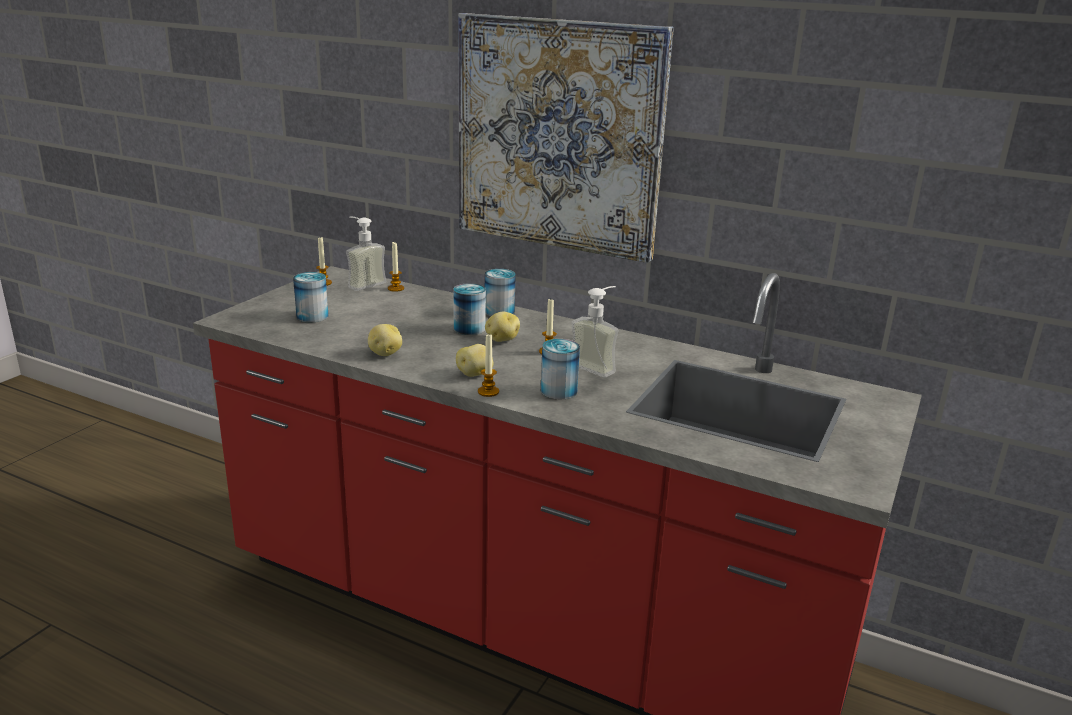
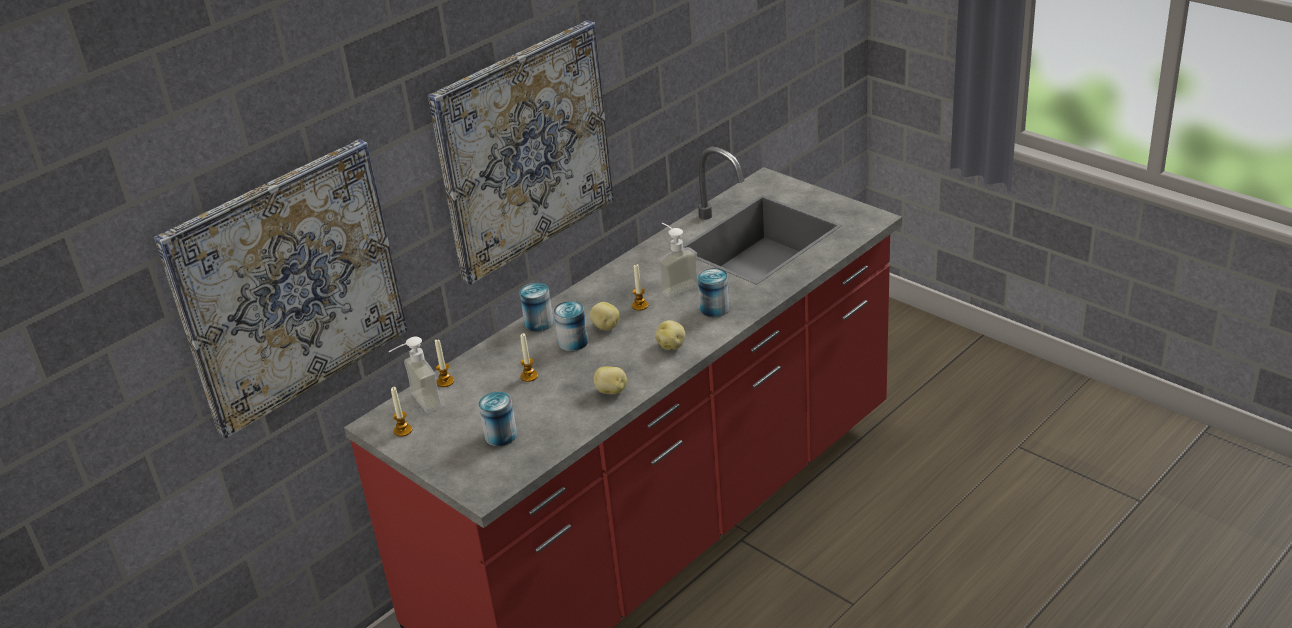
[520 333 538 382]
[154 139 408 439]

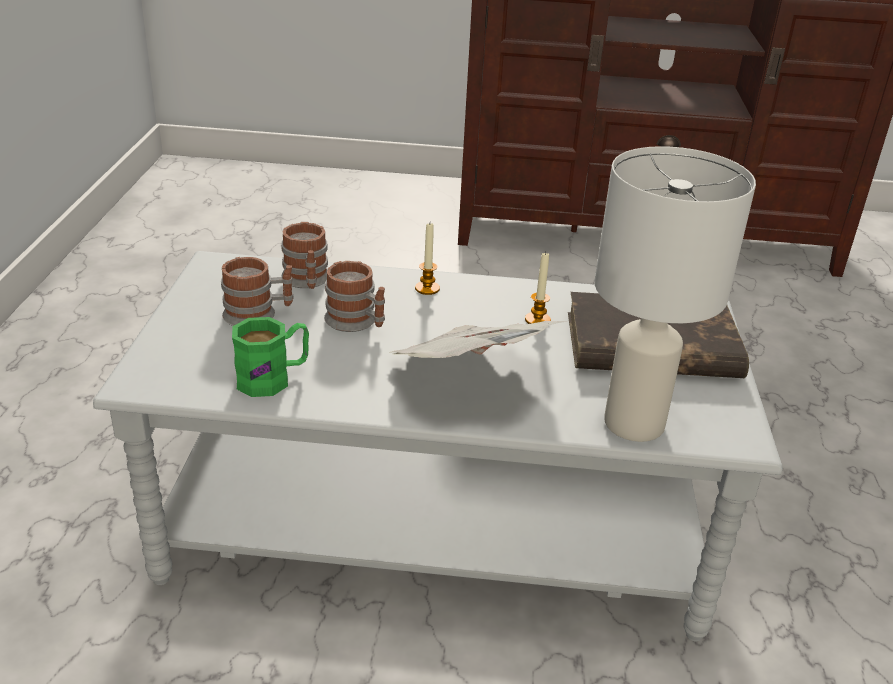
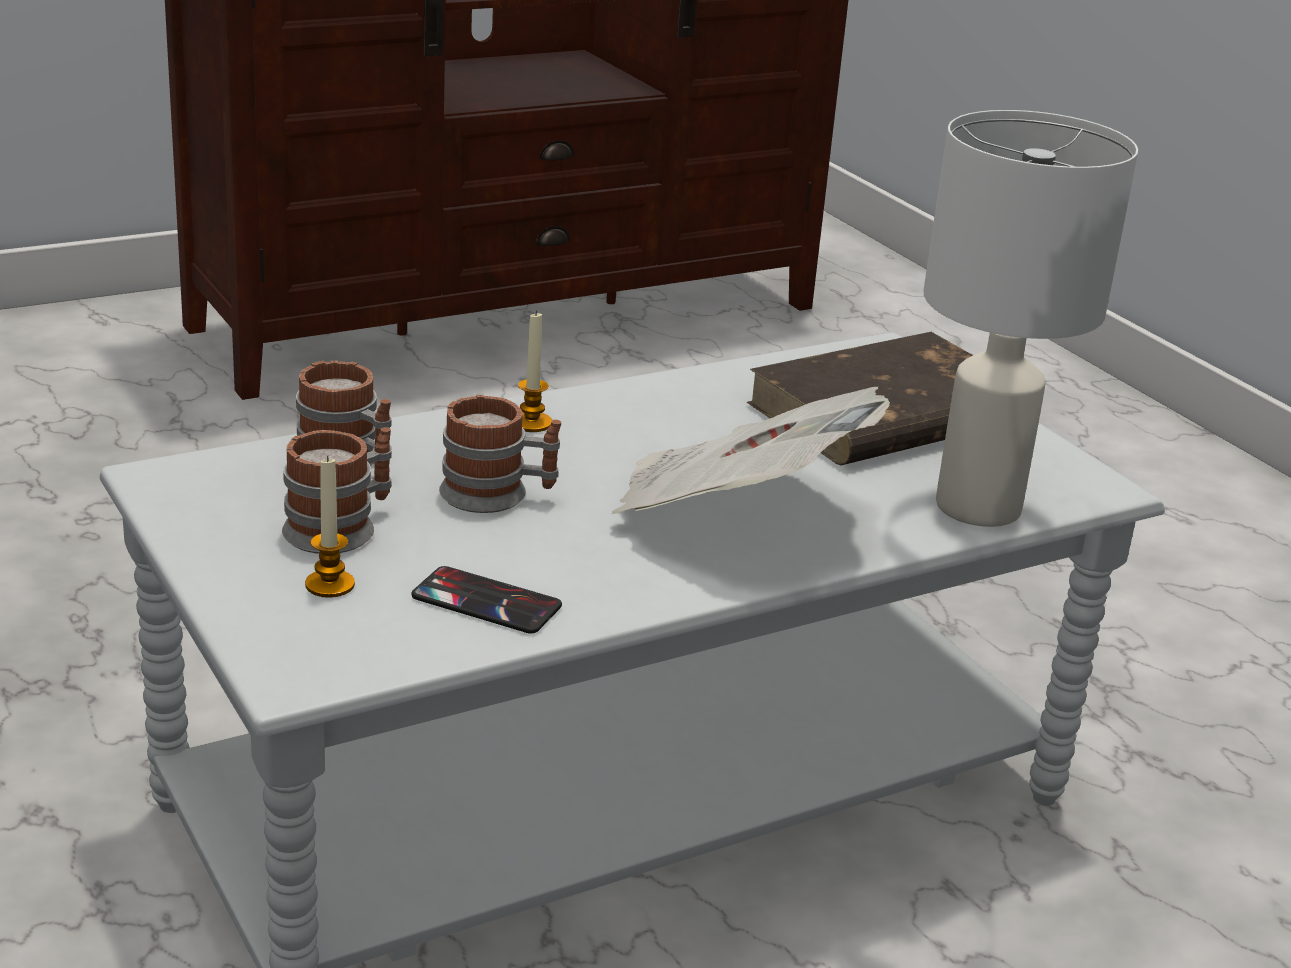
[305 456 355 598]
[411 566 562 634]

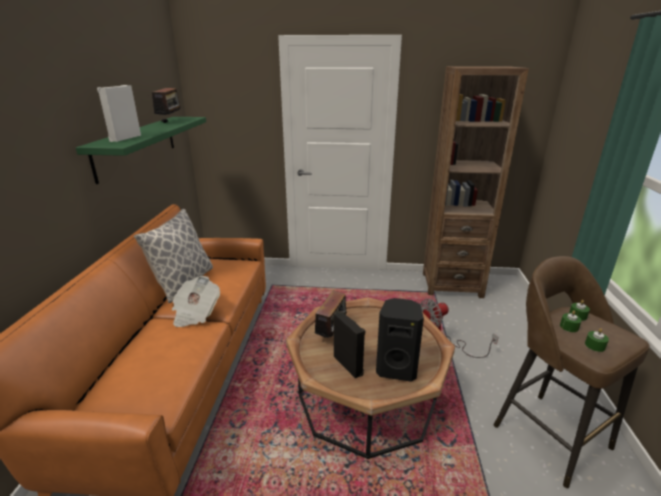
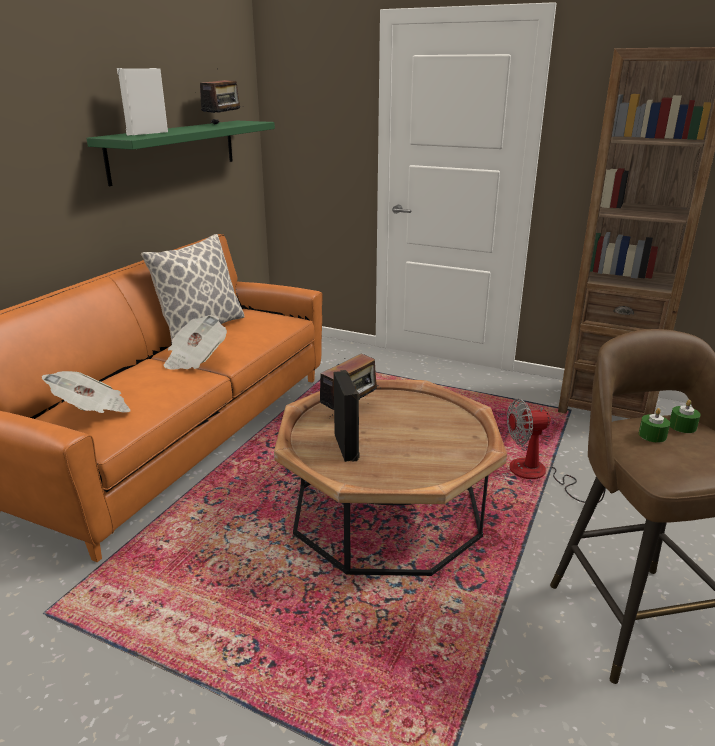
[376 298 424 382] (first image)
[585 328 609 352] (first image)
[42 371 131 413]

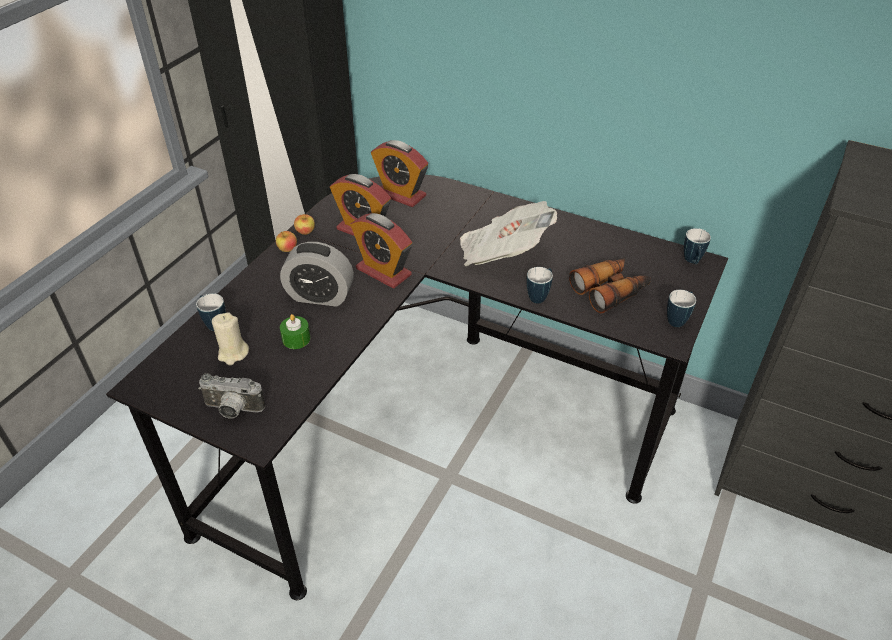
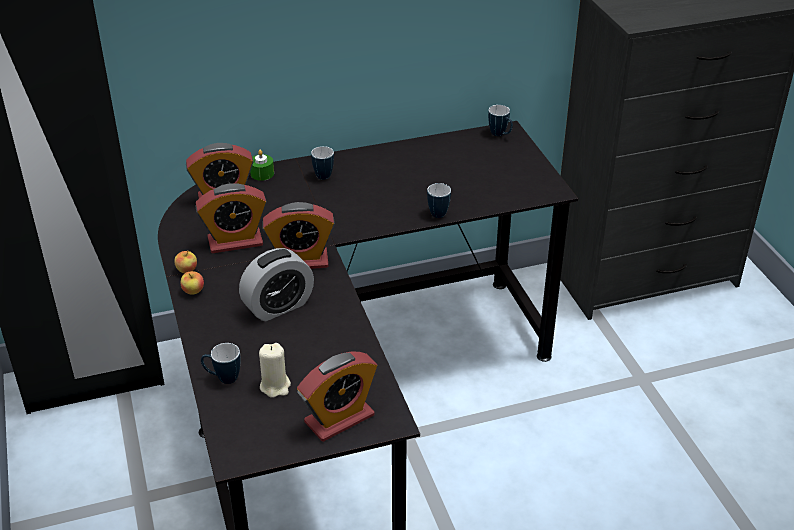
[460 201 557 266] (first image)
[569 257 651 313] (first image)
[311 146 334 180]
[250 150 274 181]
[297 351 377 442]

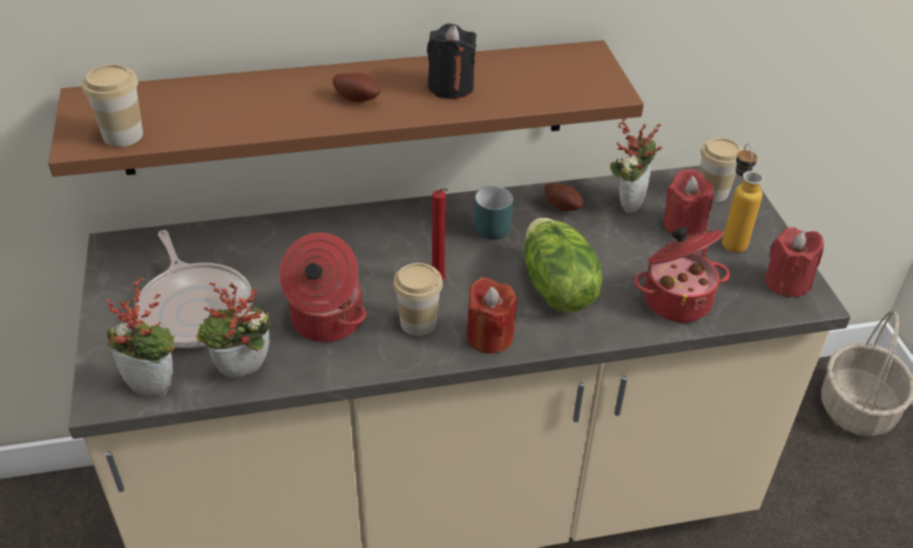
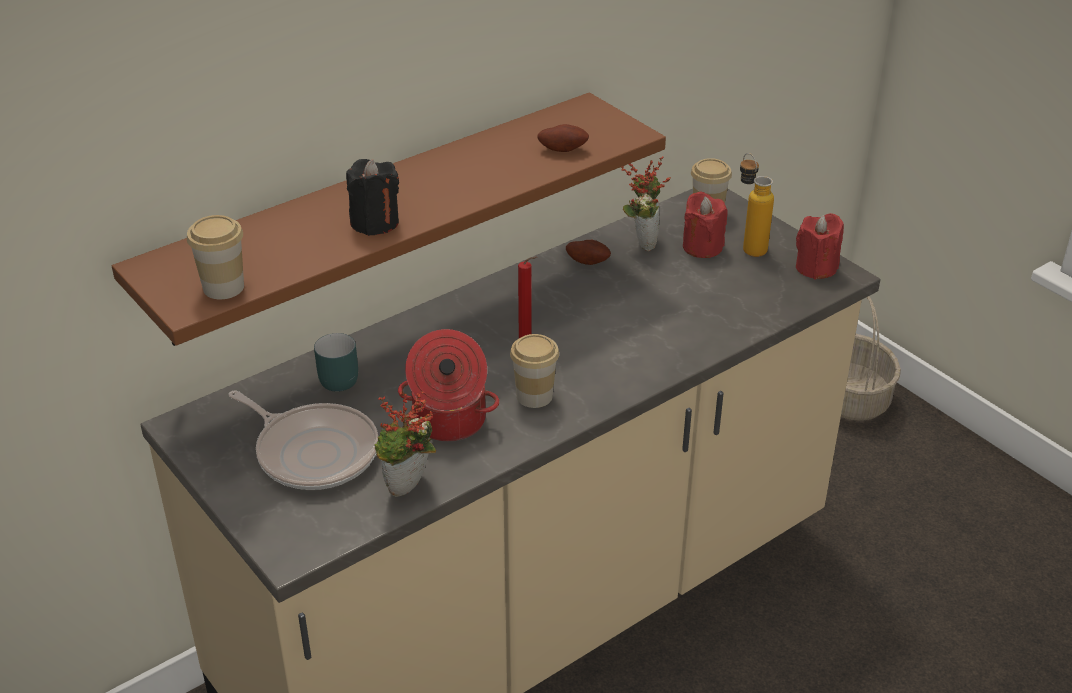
[346 159 399 236]
[538 124 589 152]
[314 333 358 392]
[525 218 603 312] (first image)
[634 227 730 323] (first image)
[467 277 517 354] (first image)
[106 278 176 397] (first image)

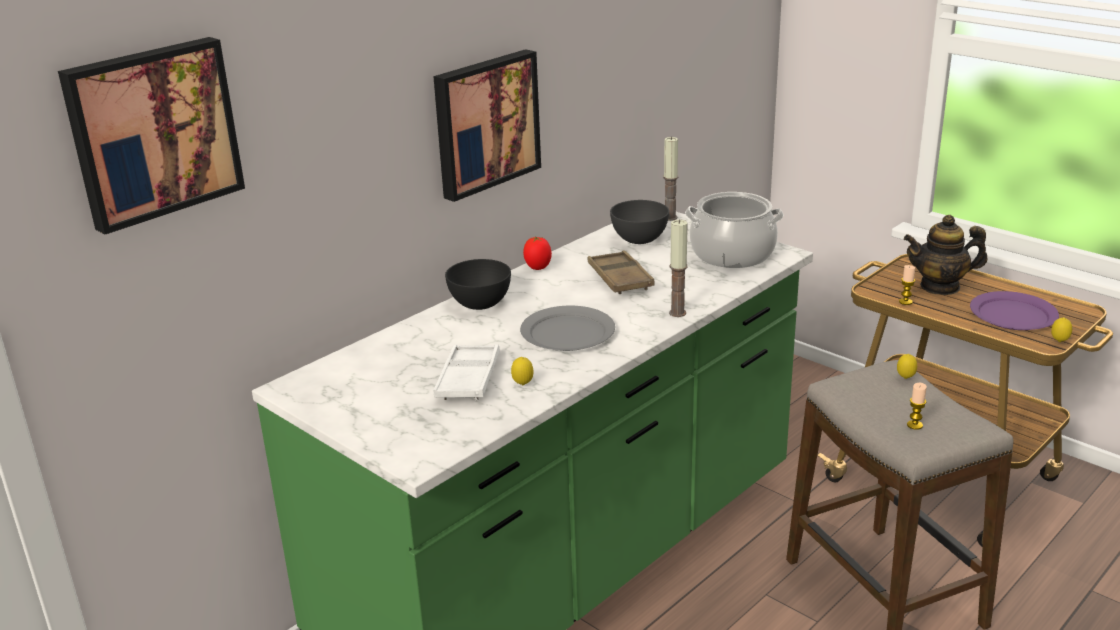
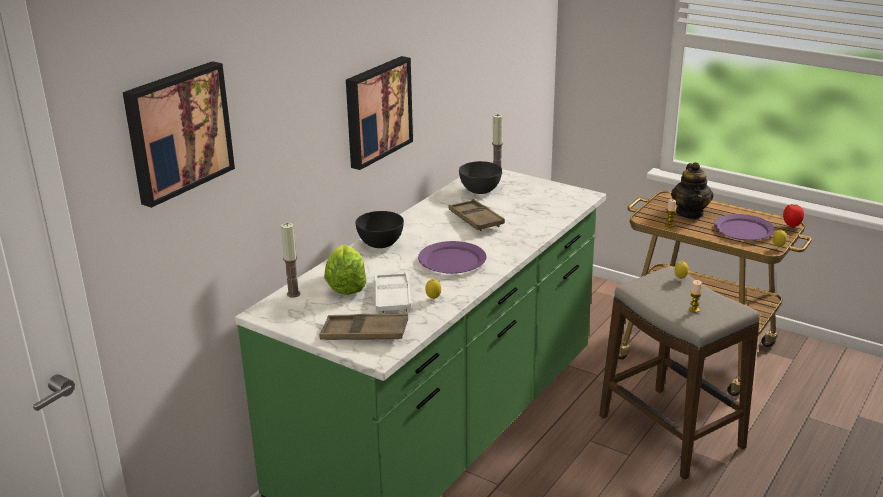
[685 192 784 268] (first image)
[671 162 714 219]
[281 223 300 298]
[783 204 804 227]
[418 241 486 274]
[324 245 366 295]
[319 313 408 340]

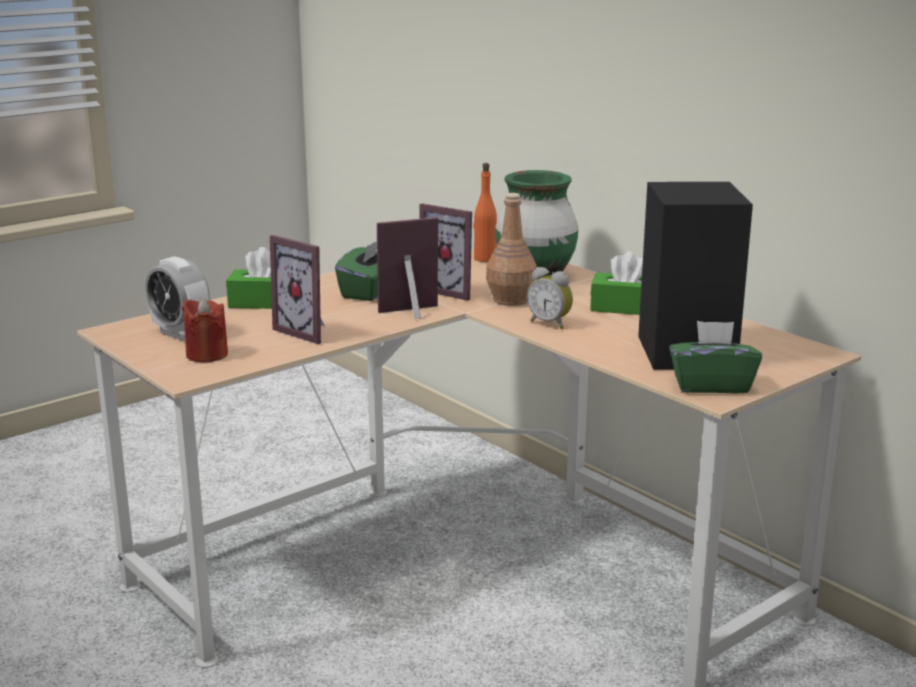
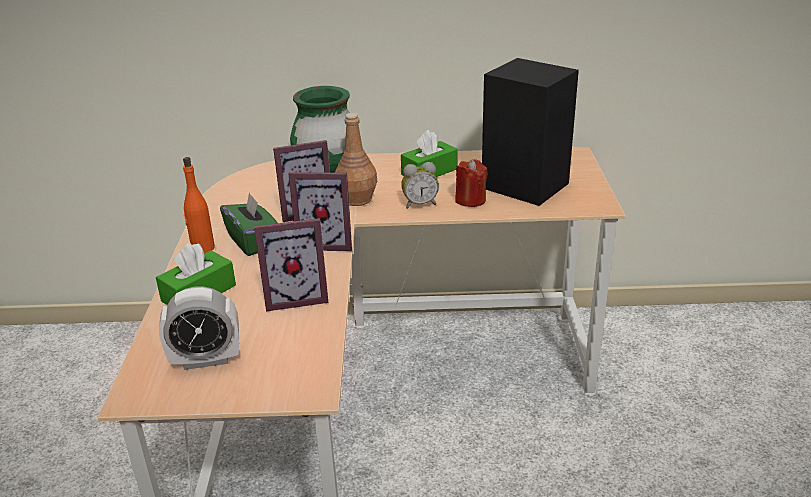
[183 157 215 253]
[289 172 352 251]
[455 159 488 207]
[669 321 762 393] (first image)

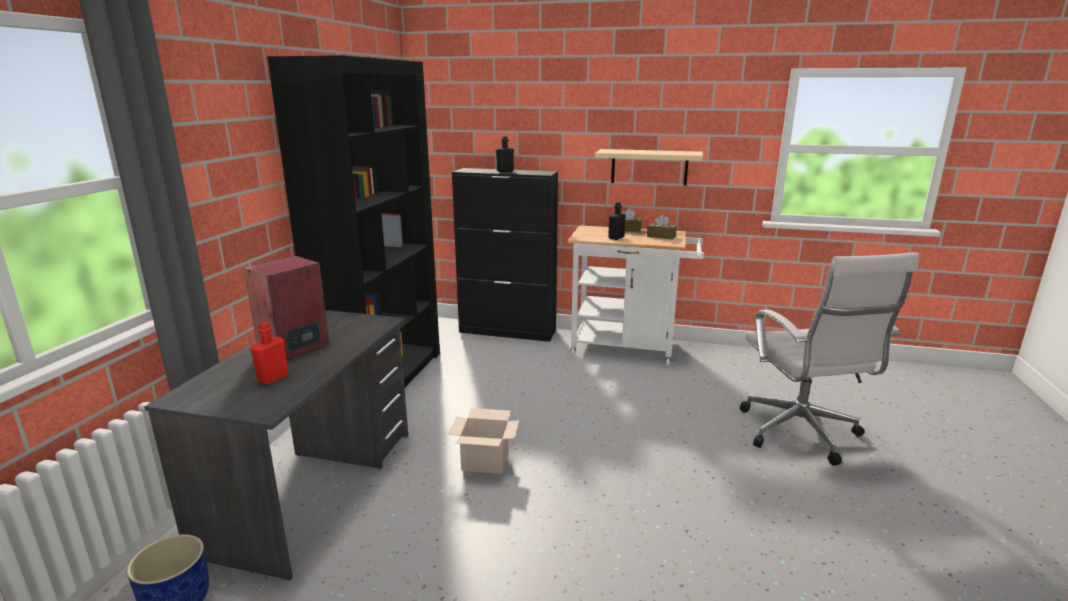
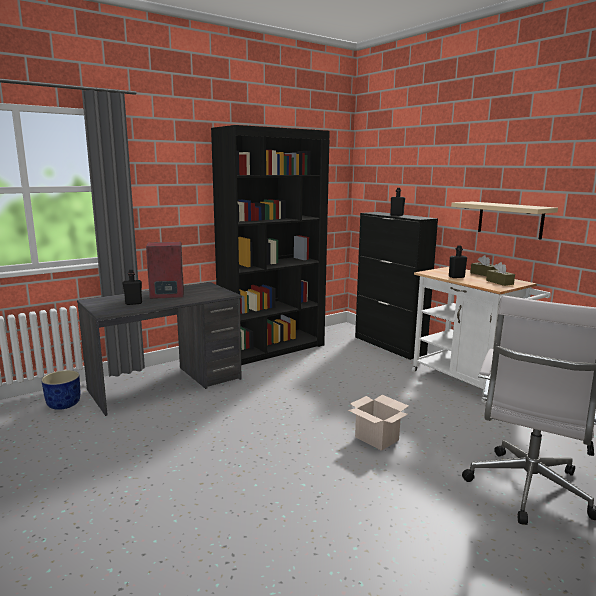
[123 270 142 305]
[348 395 408 451]

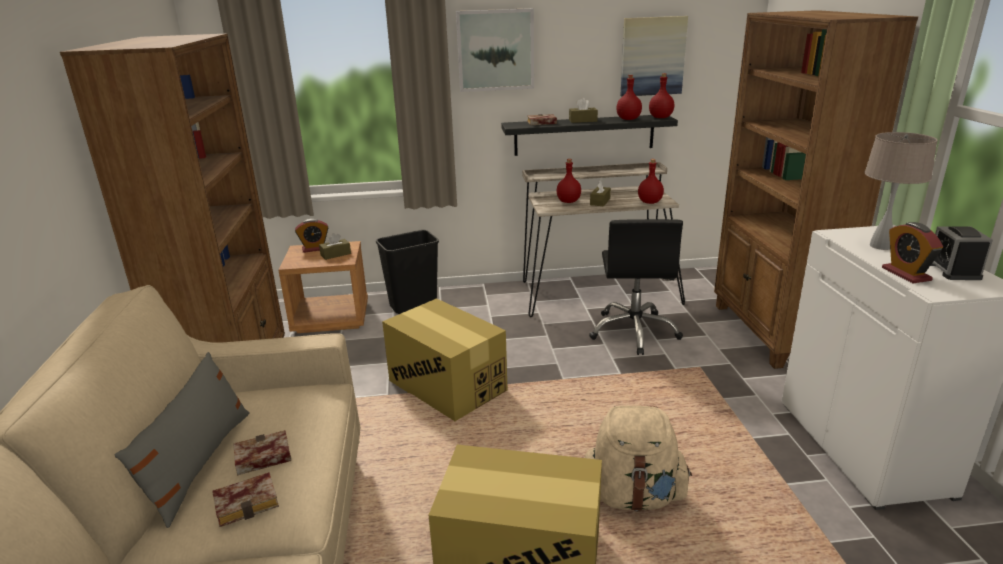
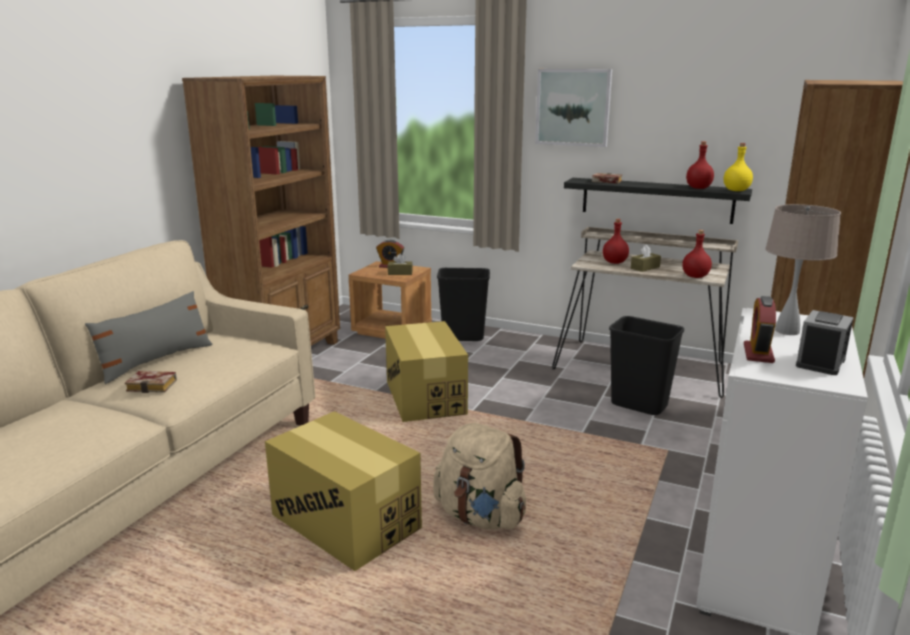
[620 16 688 97] (first image)
[724 143 753 191]
[569 98 598 123] (first image)
[609 316 684 415]
[233 430 291 475] (first image)

